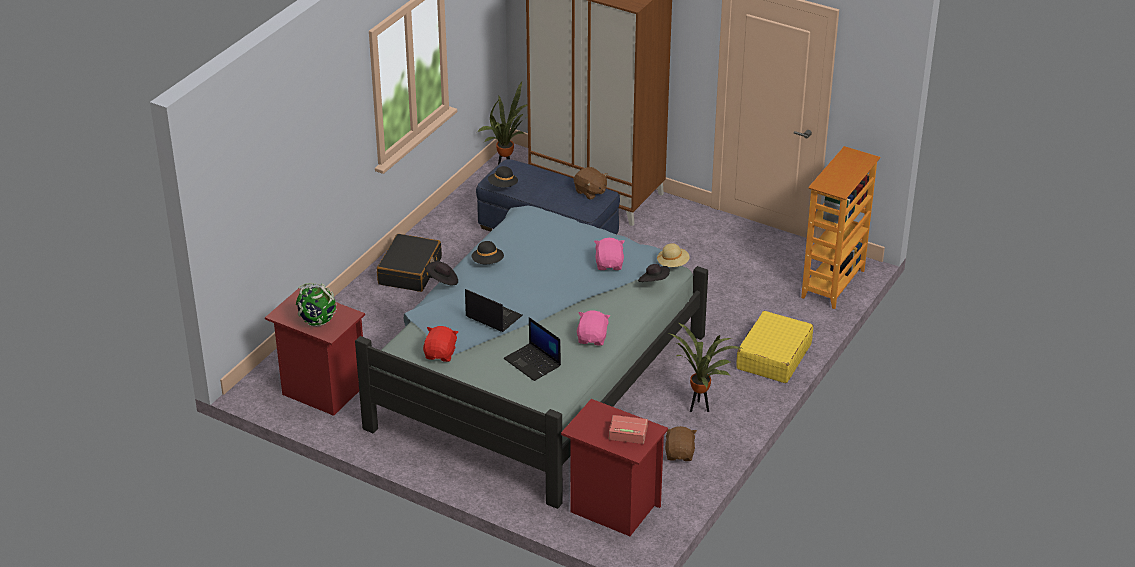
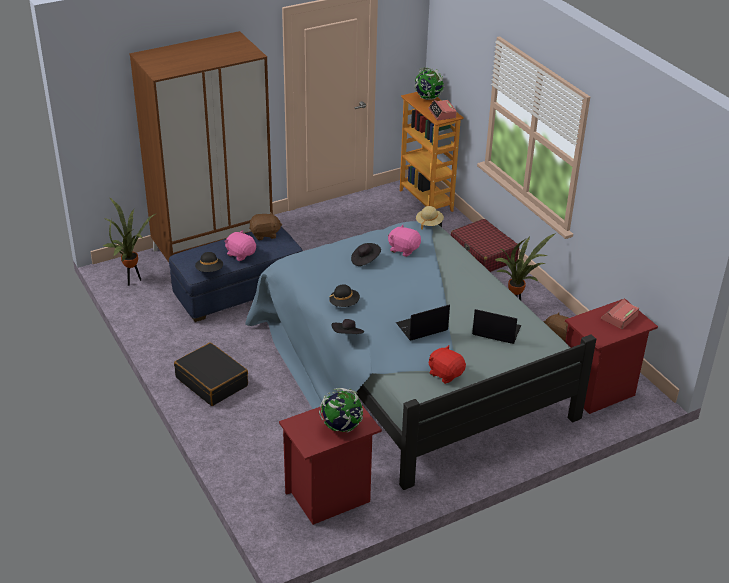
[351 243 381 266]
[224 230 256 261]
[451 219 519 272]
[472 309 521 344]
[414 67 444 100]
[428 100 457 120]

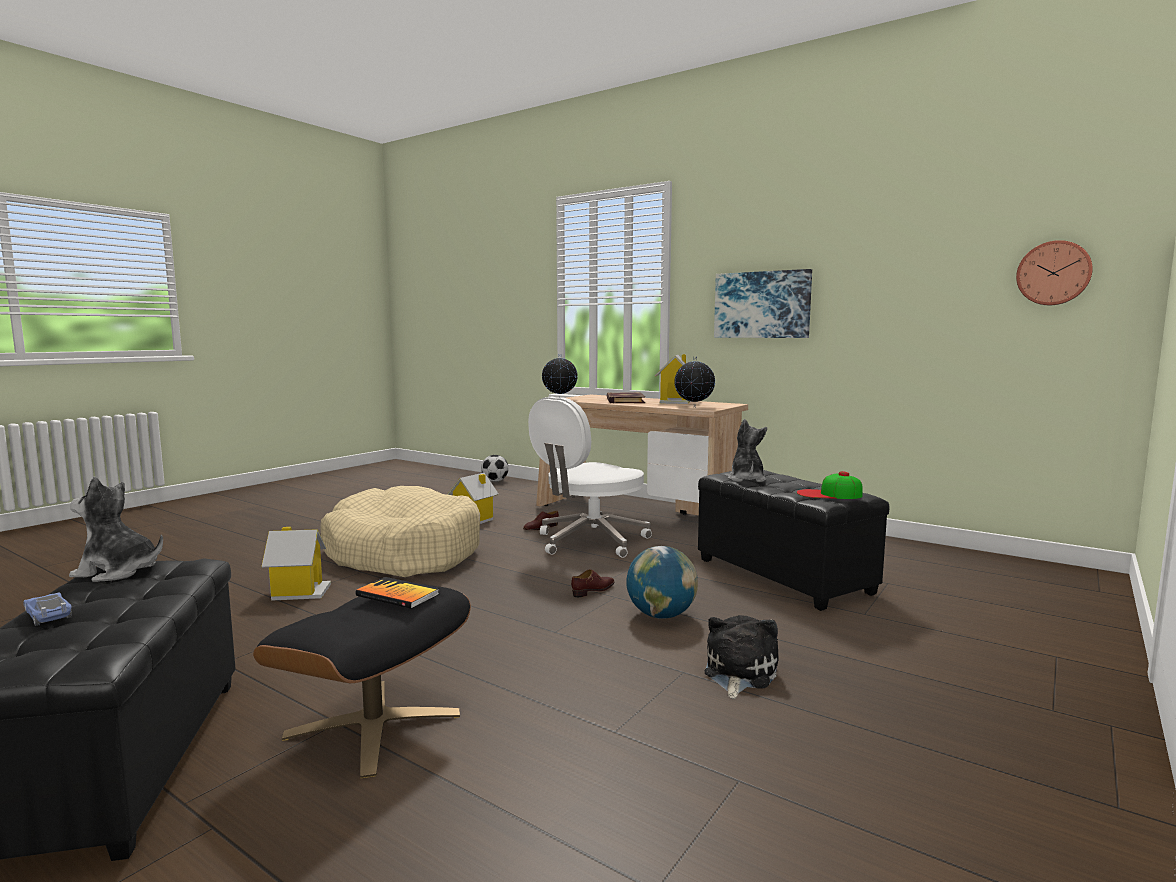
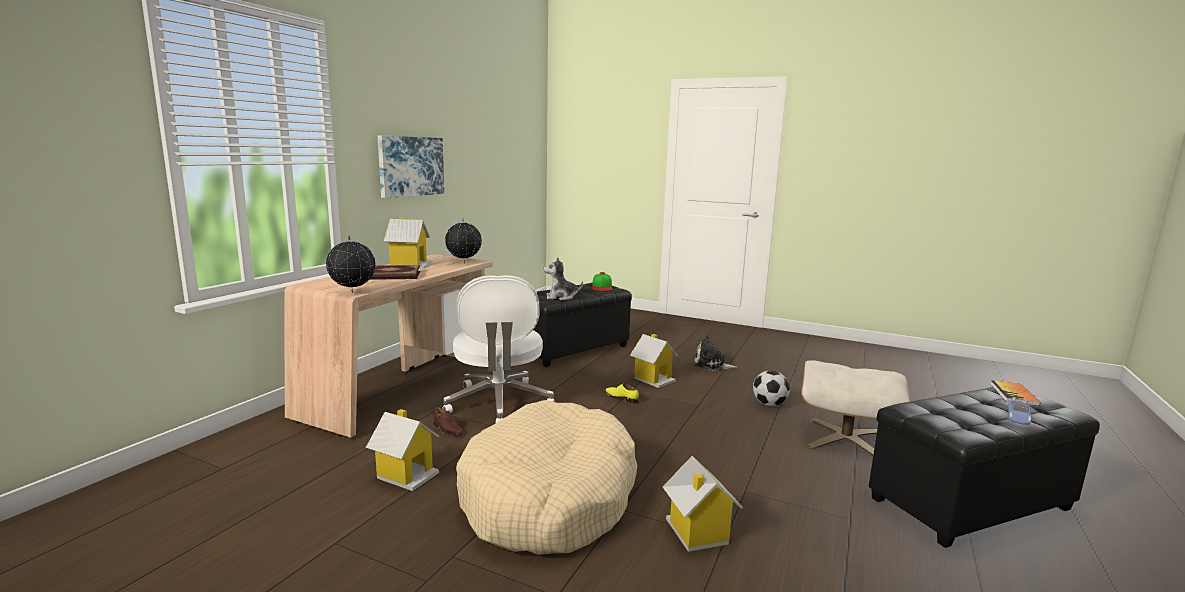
[1016 240 1093 305] (first image)
[443 275 555 423]
[753 370 790 406]
[69 477 163 582] (first image)
[630 334 678 388]
[605 383 639 404]
[990 380 1040 406]
[801 360 911 455]

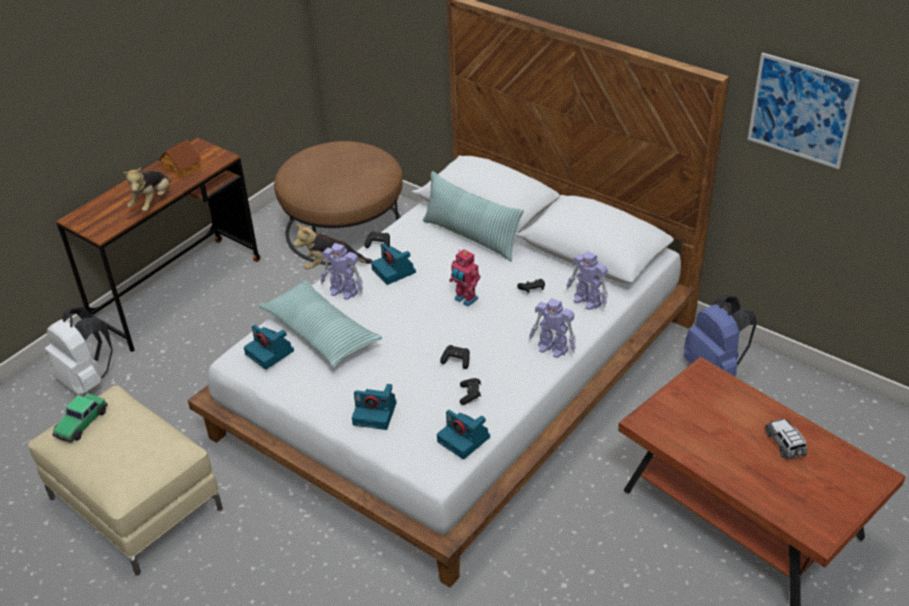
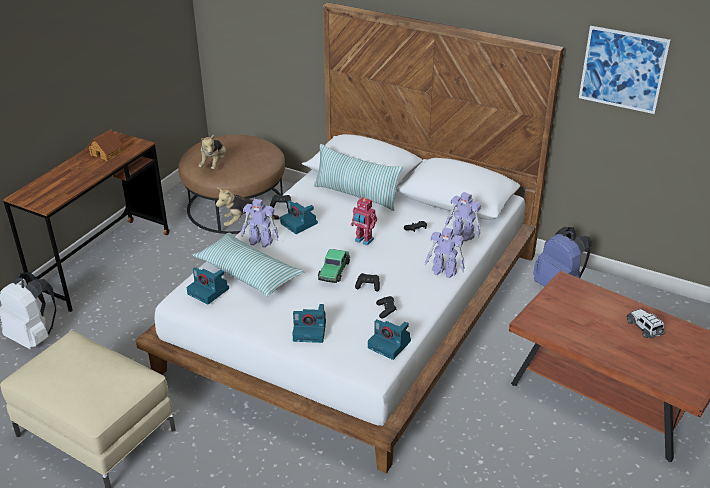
[199 135 226 170]
[318 249 350 283]

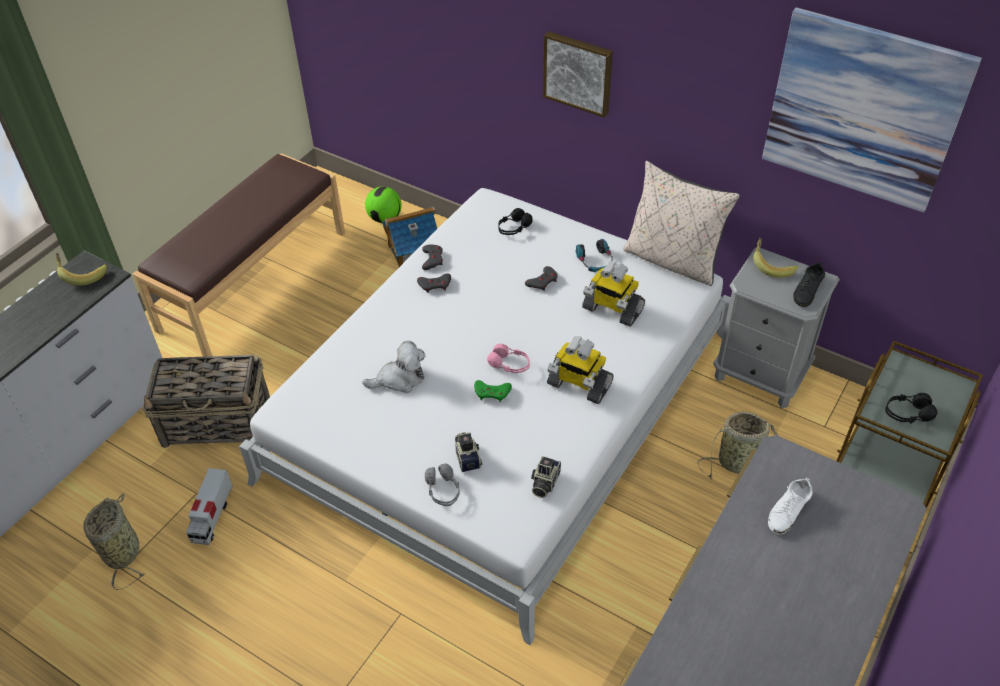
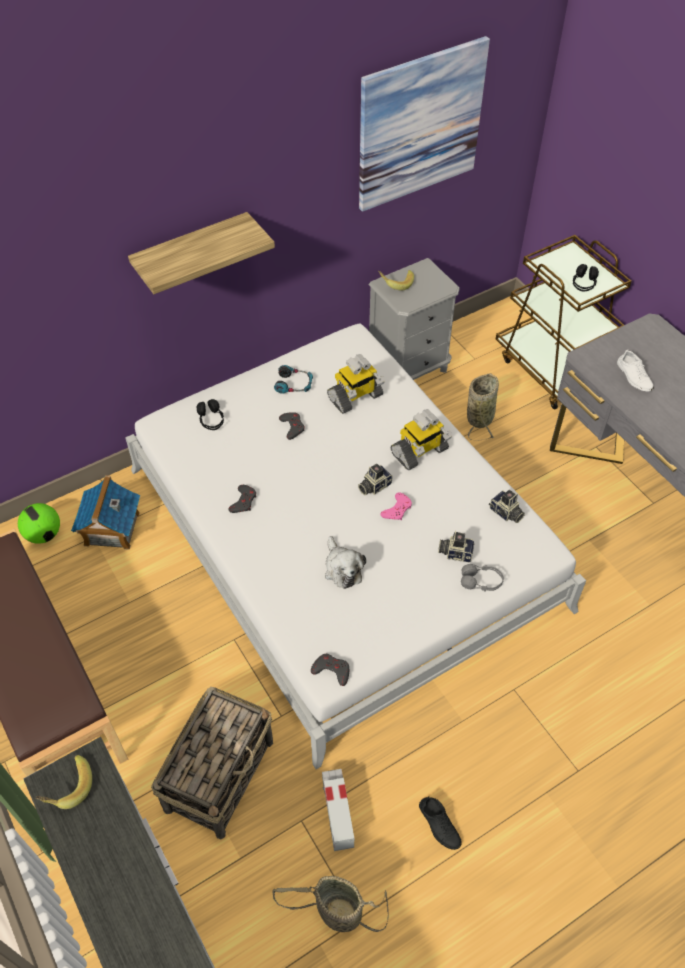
[128 212 275 294]
[623 161 740 286] (first image)
[311 654 349 686]
[419 796 462 850]
[325 536 366 589]
[358 464 392 495]
[380 493 412 520]
[322 769 354 851]

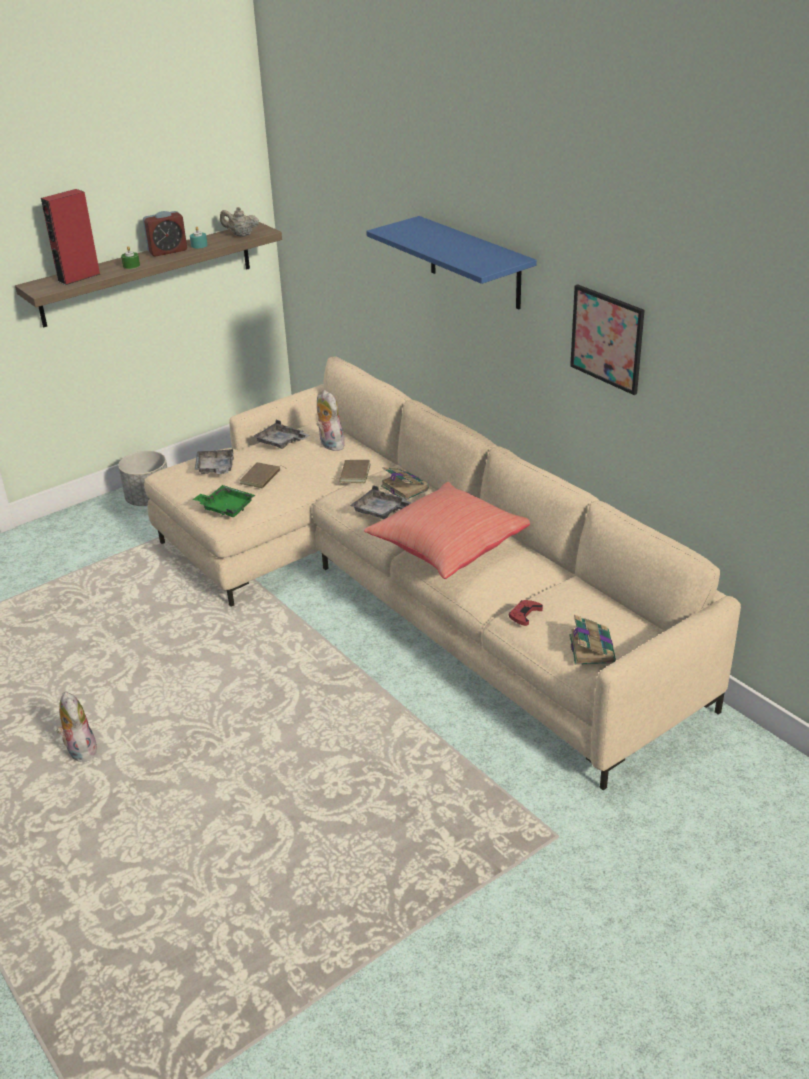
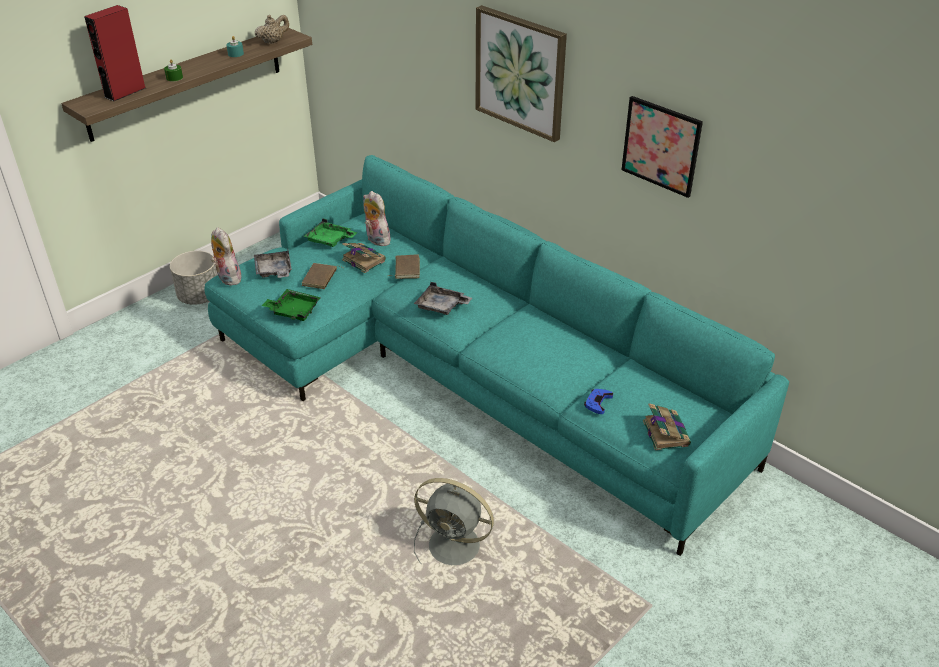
[255 15 289 44]
[143 211 187 257] (first image)
[476 5 567 142]
[204 155 789 556]
[304 218 358 247]
[342 243 386 273]
[364 482 530 579] (first image)
[584 389 613 414]
[211 227 241 286]
[414 478 494 565]

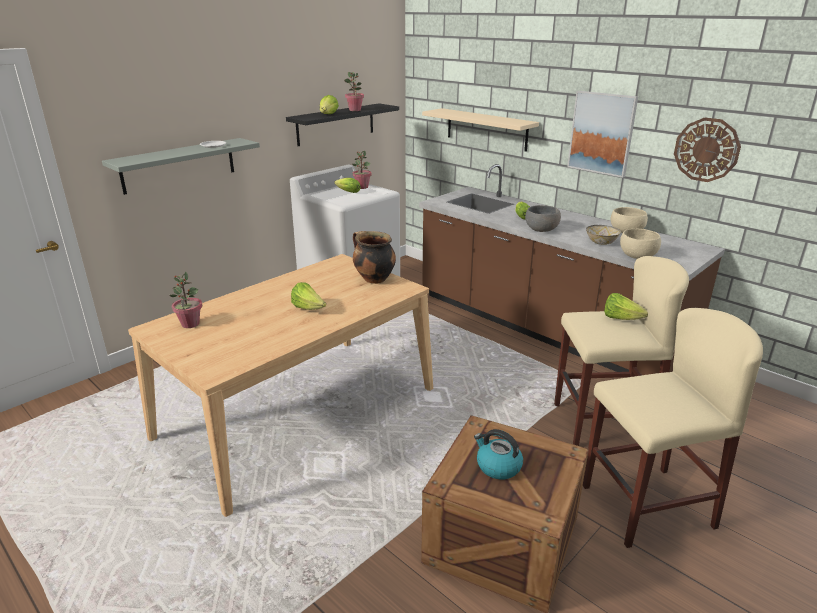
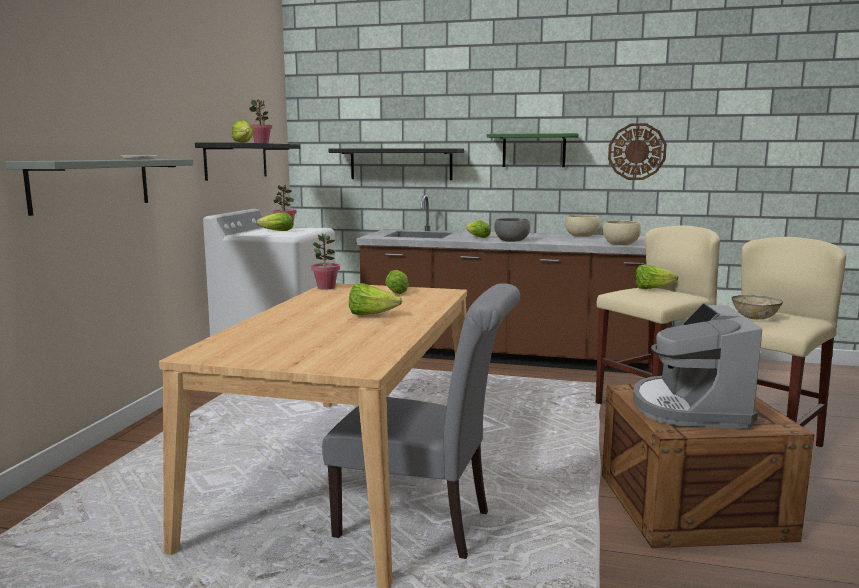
[487 133 579 167]
[328 148 464 180]
[732 295 783 320]
[385 270 409 294]
[311 234 340 290]
[633 303 762 429]
[322 283 520 559]

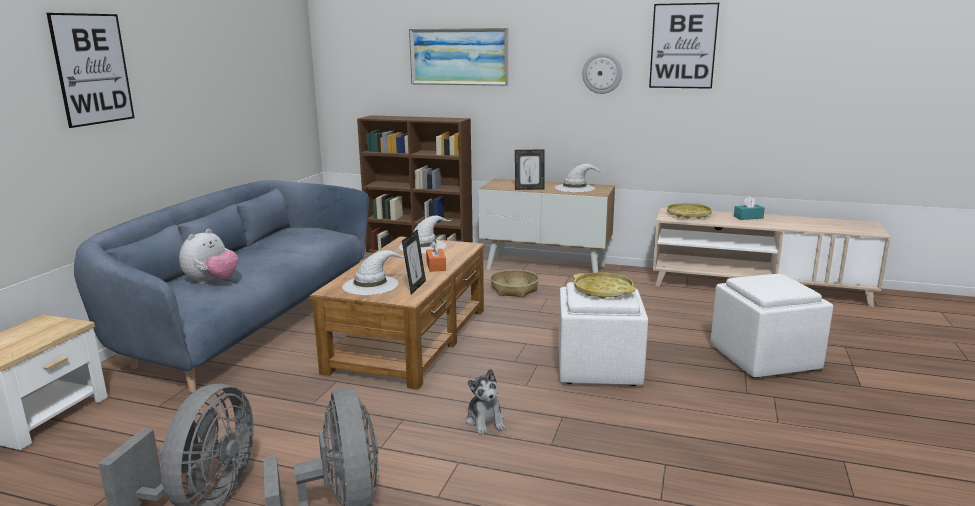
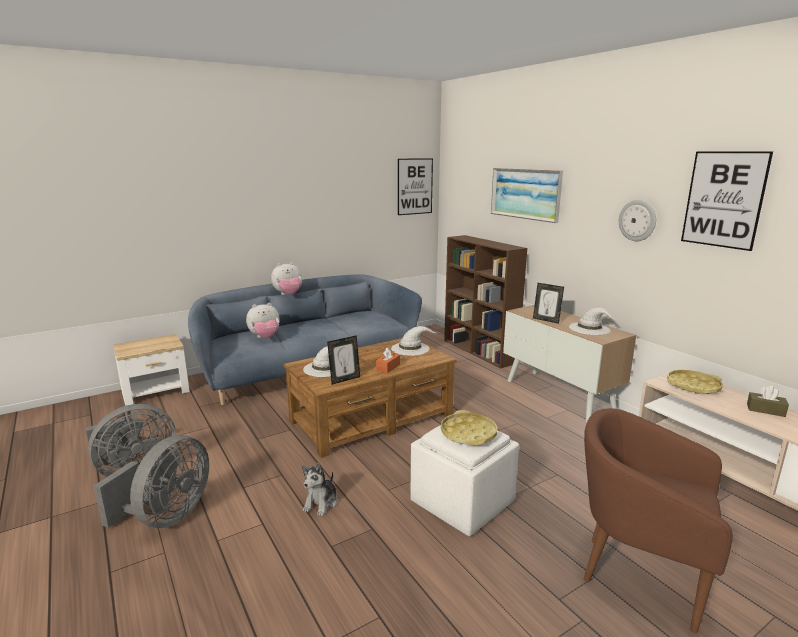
[398 158 433 215]
[747 386 789 417]
[490 269 539 298] (first image)
[584 408 733 633]
[271 262 302 295]

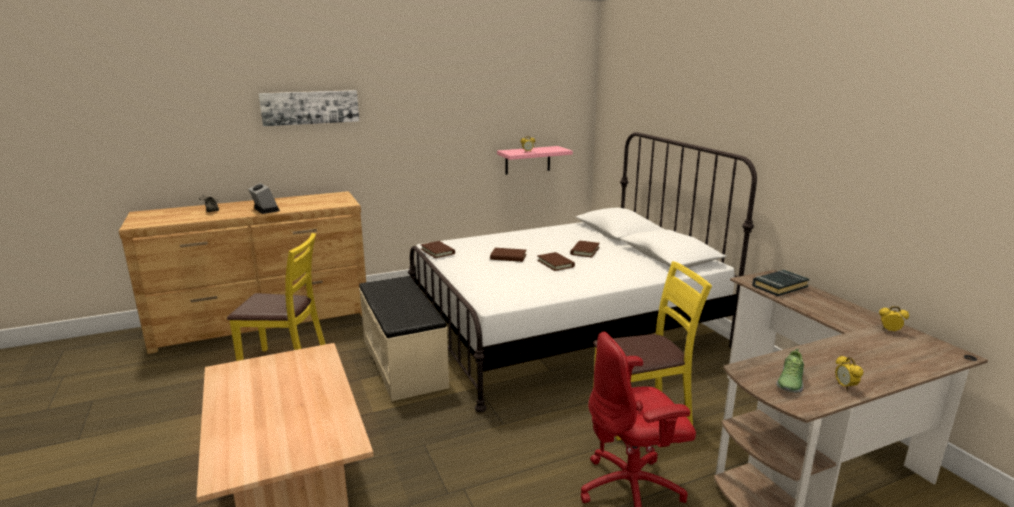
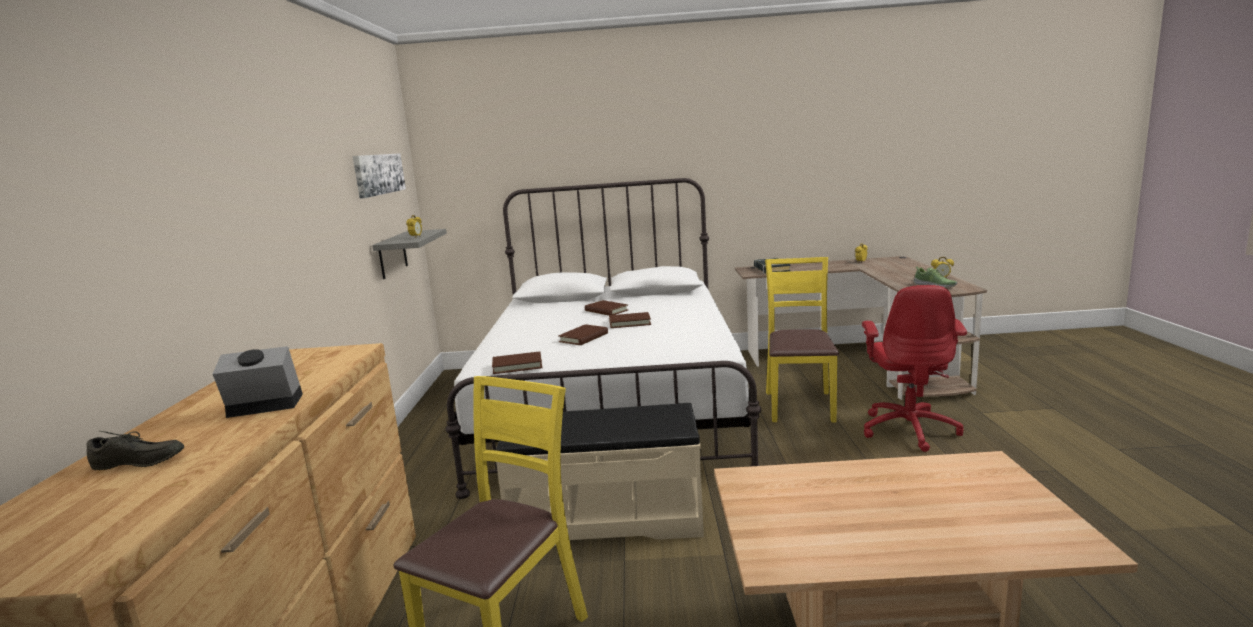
[353 153 406 199]
[372 229 447 279]

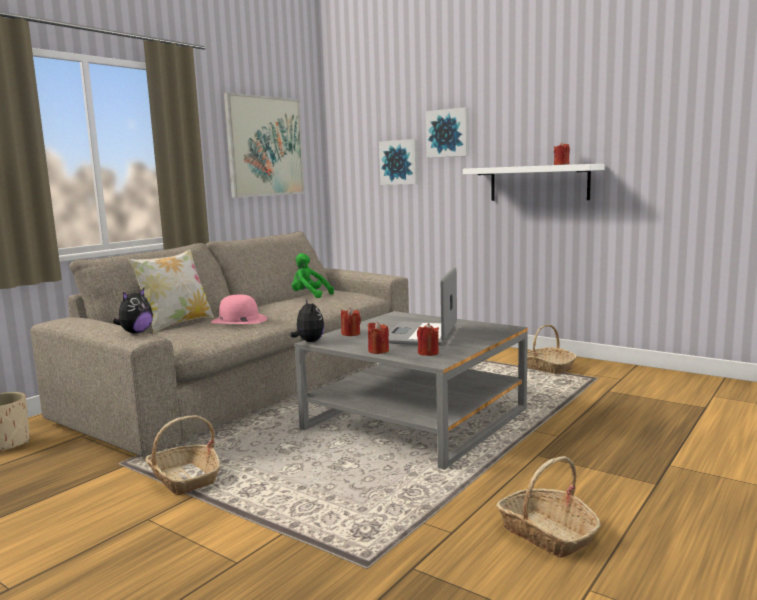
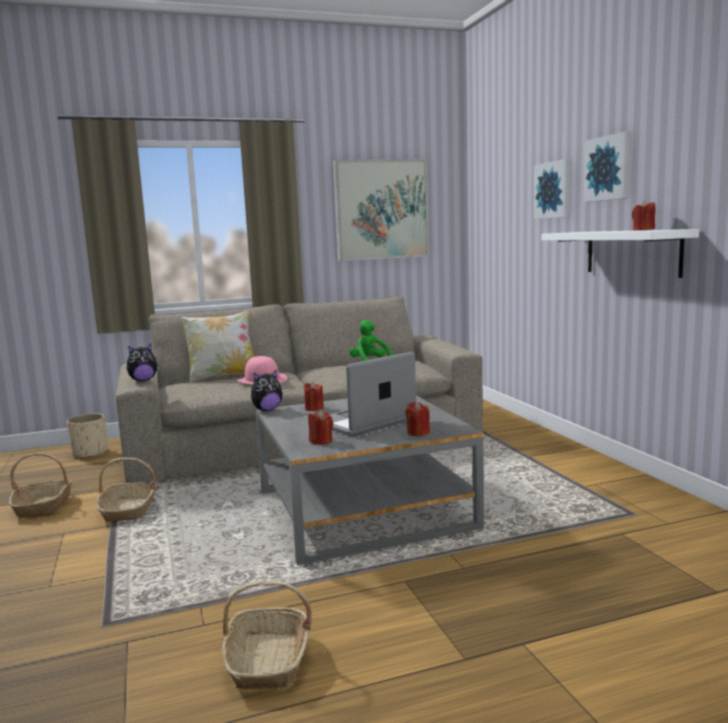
[583 131 633 202]
[251 369 283 411]
[405 402 430 436]
[9 453 72 518]

